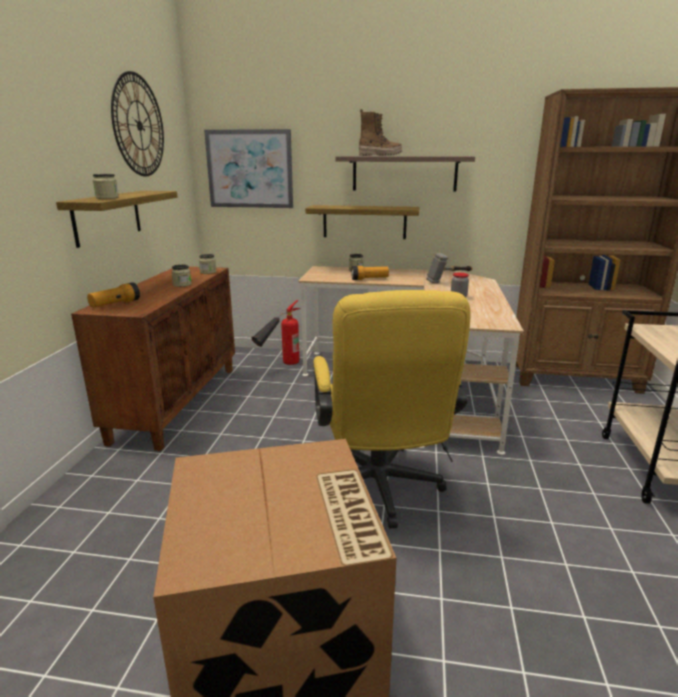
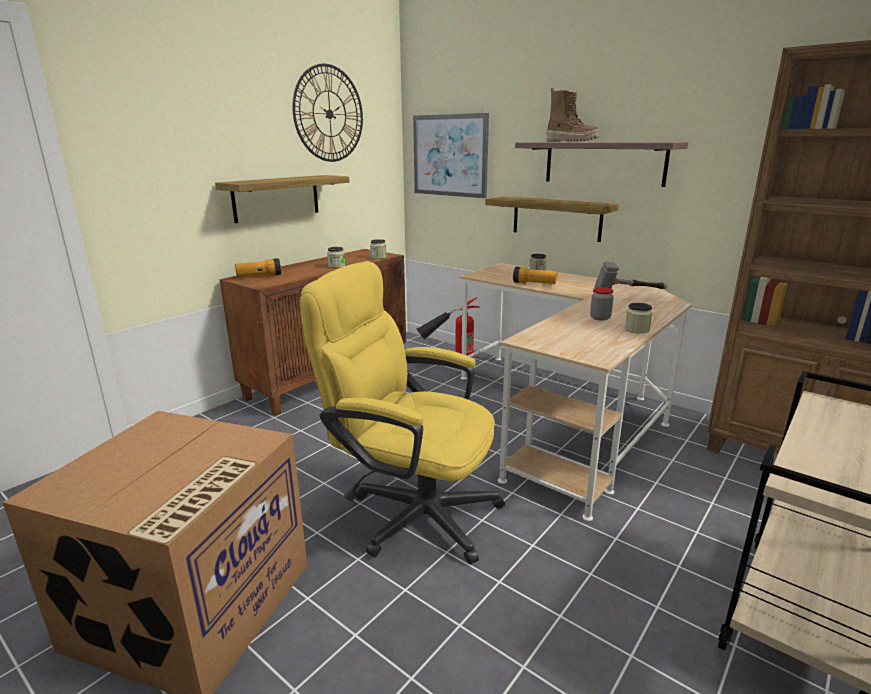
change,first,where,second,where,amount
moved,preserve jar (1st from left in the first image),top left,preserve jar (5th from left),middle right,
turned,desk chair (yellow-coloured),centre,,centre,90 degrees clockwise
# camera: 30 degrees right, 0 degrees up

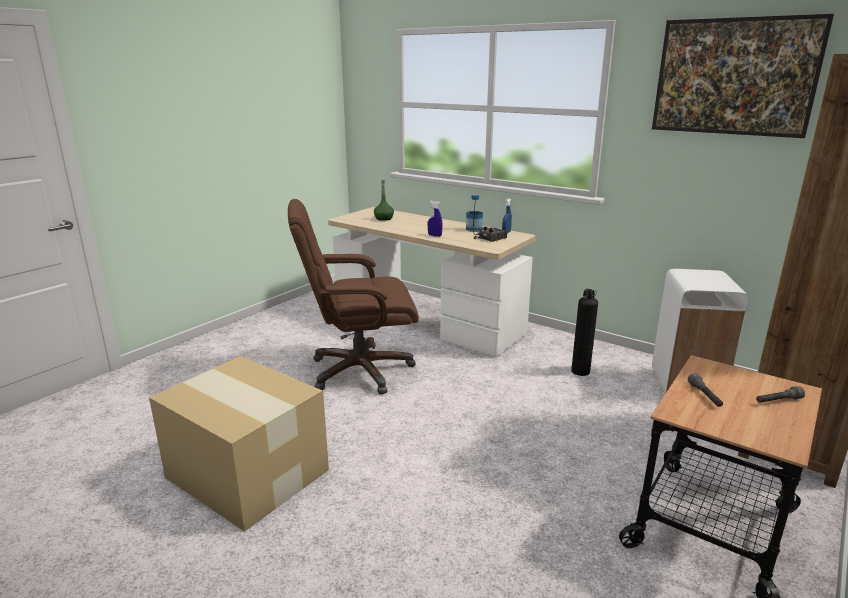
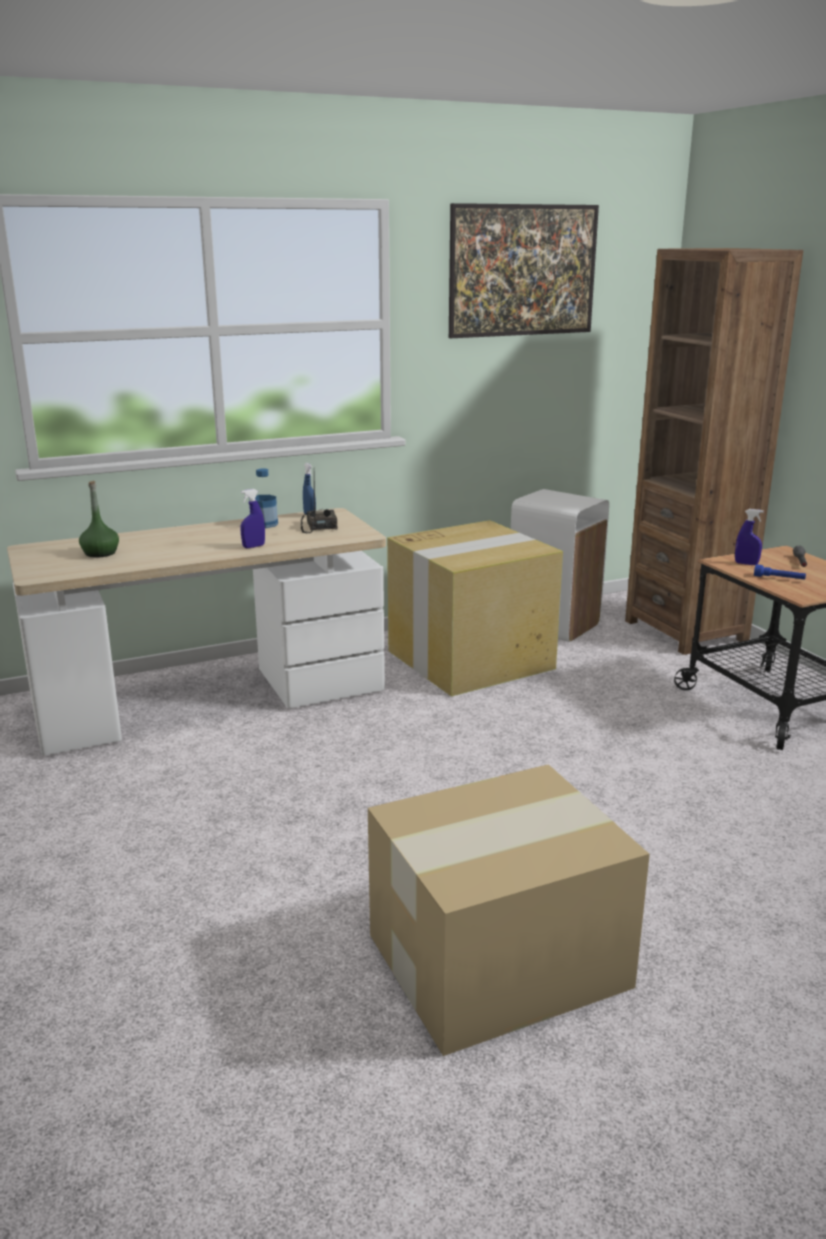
change,first,where,second,where,amount
removed,desk chair (brown),centre,,,
replaced,extinguisher,middle right,cardboard box (1st from left),centre,
recoloured,flashlight (gray) (1st from left),middle right,flashlight (blue-coloured),middle right,
added,,,spray bottle (blue-coloured) (3rd from left),middle right,
# camera: 60 degrees left, 0 degrees up

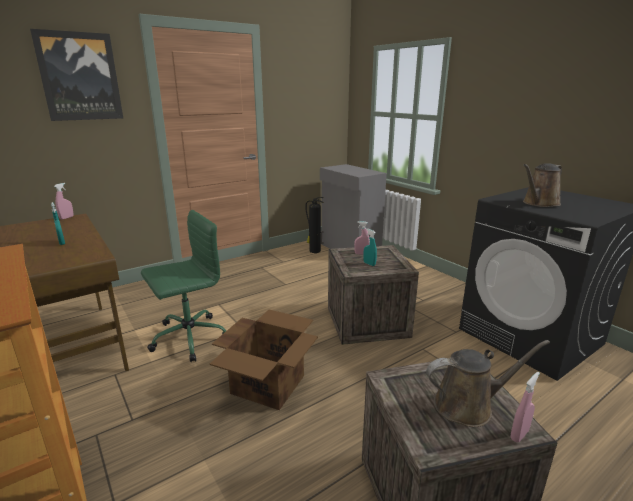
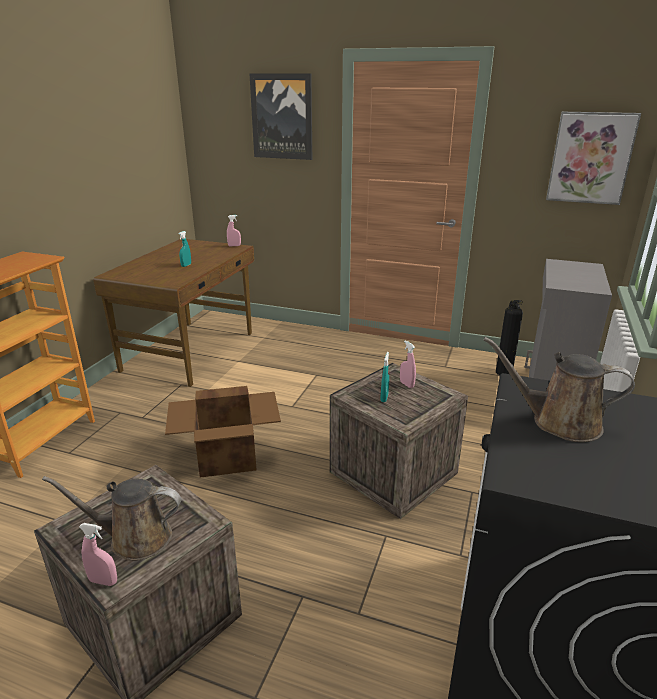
change,first,where,second,where,amount
removed,desk chair (green),middle left,,,
turned,watering can (brown) (1st from left),bottom right,,bottom left,135 degrees clockwise
added,,,wall art (2nd from left),top right,
# camera: 55 degrees right, 5 degrees up

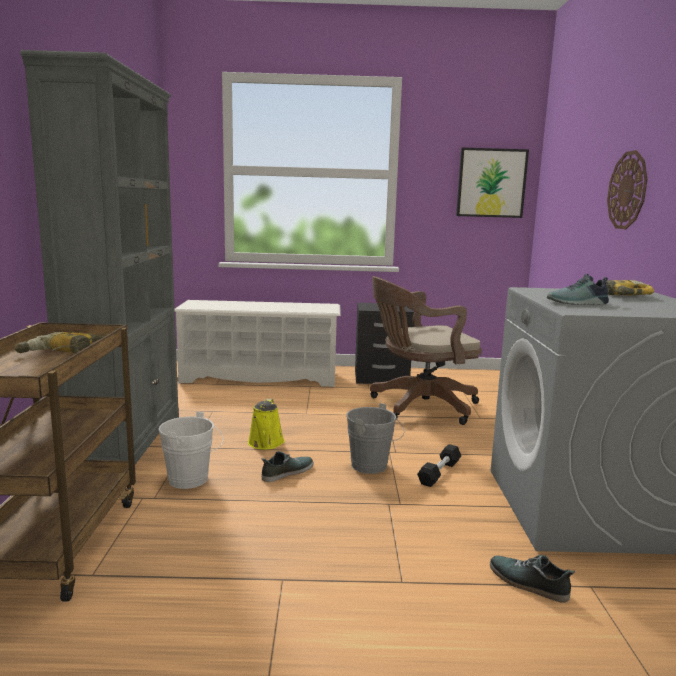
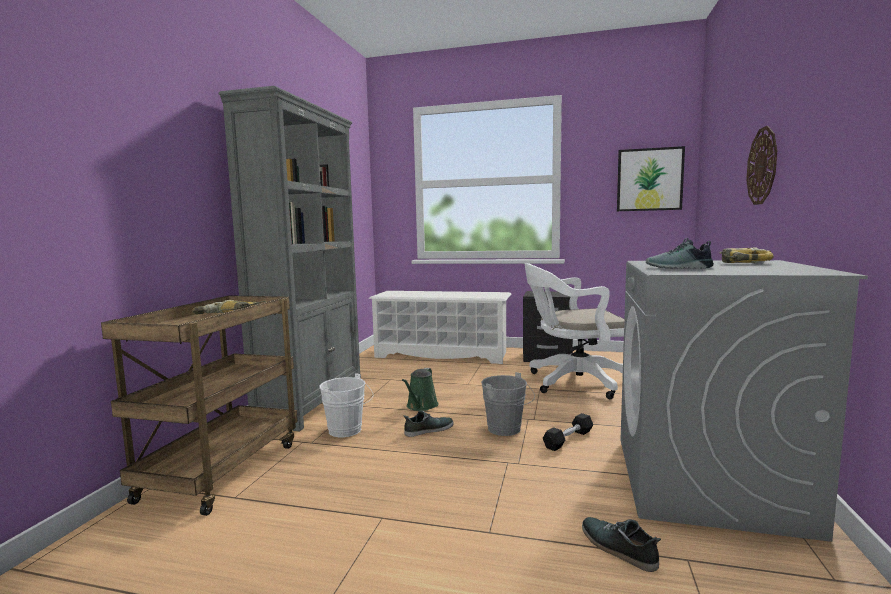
change,first,where,second,where,amount
recoloured,desk chair (brown),centre,desk chair (white),centre,
recoloured,watering can (yellow-coloured),centre,watering can (green),centre,
# camera: 15 degrees right, 5 degrees down

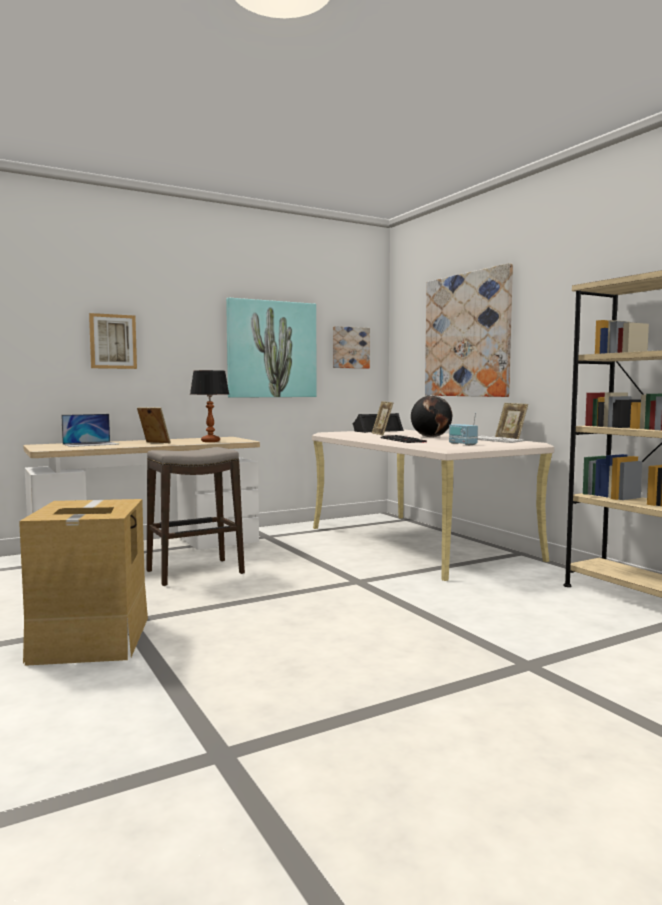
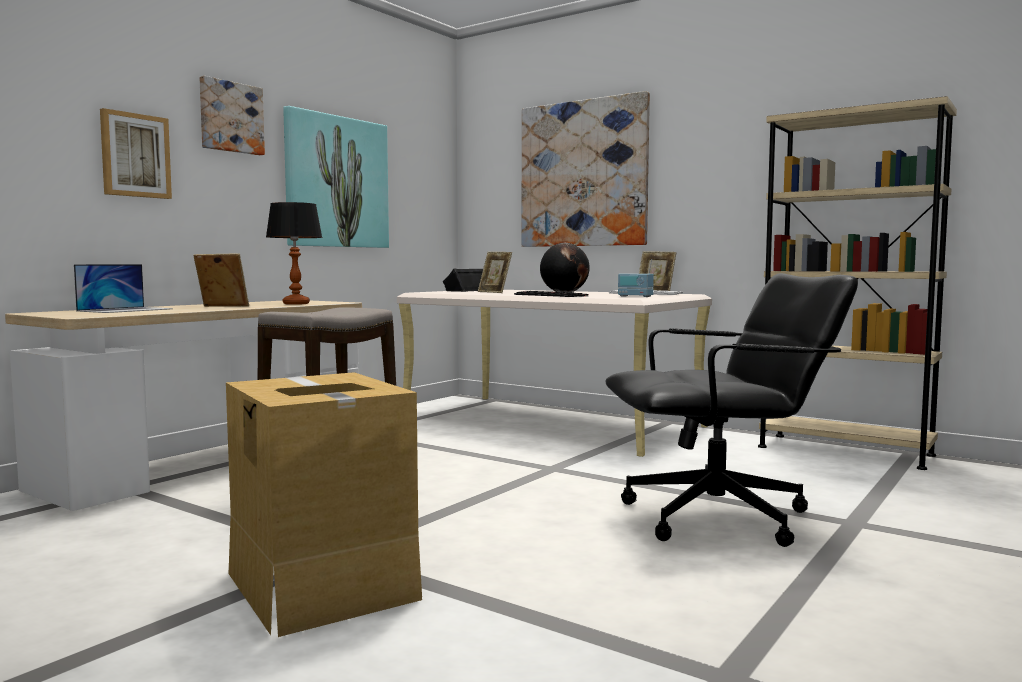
change,first,where,second,where,amount
moved,wall art (3rd from left in the first image),centre,wall art (2nd from left),top left,
added,,,desk chair (black),middle right,
# camera: 25 degrees left, 0 degrees up

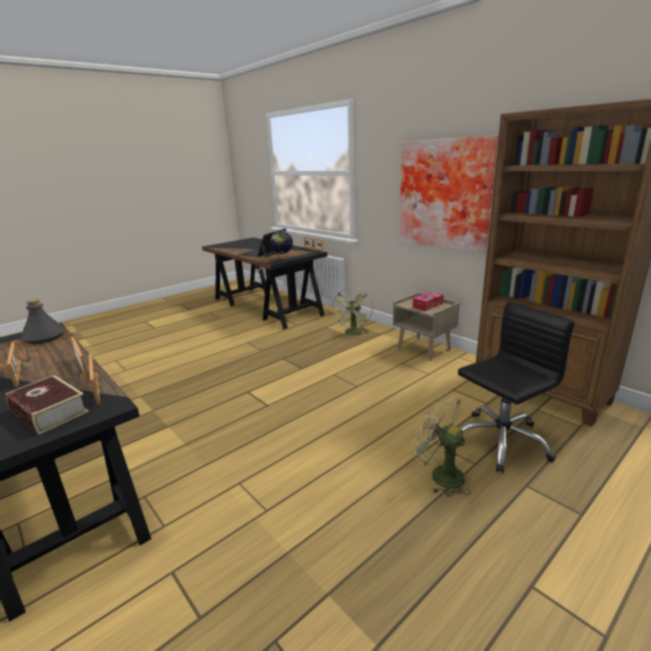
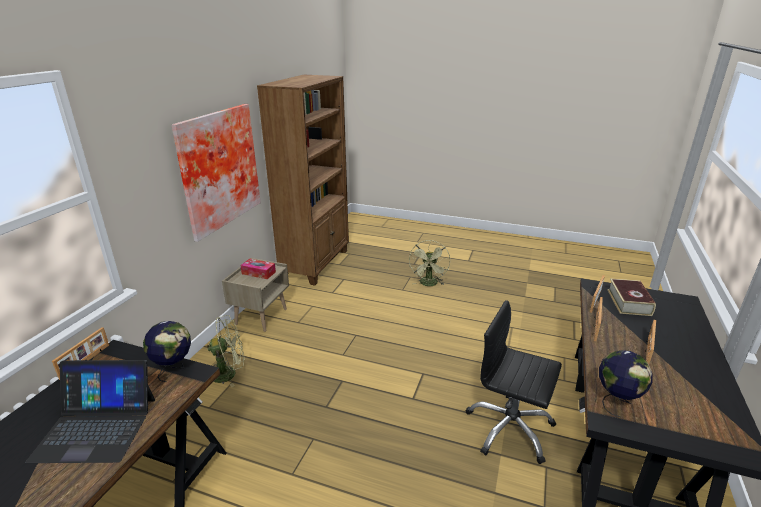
change,first,where,second,where,amount
replaced,beverage bottle (gray),middle left,globe (2nd from left),bottom right,
moved,desk chair (black),middle right,,bottom right,
# camera: 120 degrees left, 5 degrees up

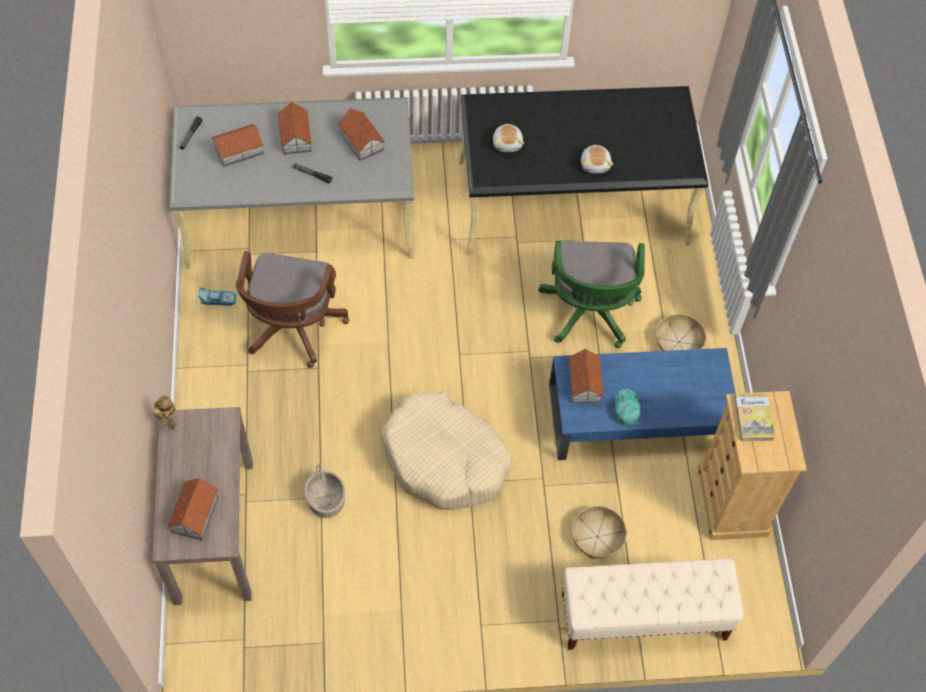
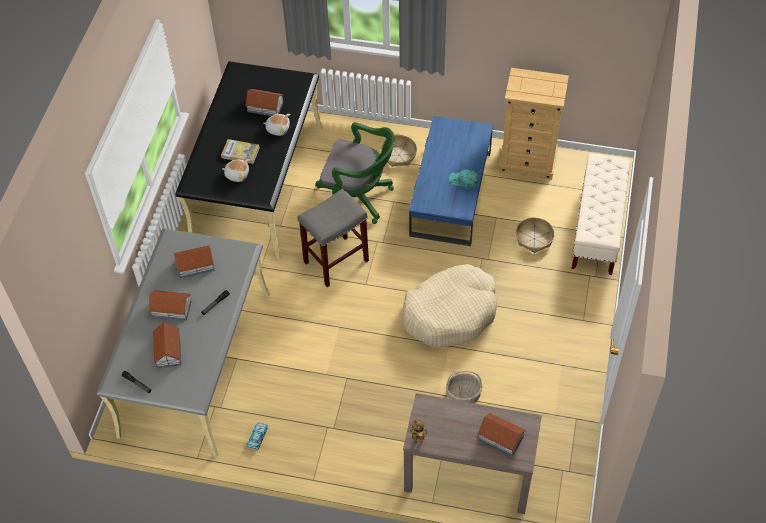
change,first,where,second,where,amount
removed,desk chair (brown),middle left,,,
moved,miniature house (5th from left in the first image),centre,miniature house (4th from left),top centre,
moved,volume,middle right,,top left,
added,,,stool (gray),centre,
# camera: 70 degrees left, 5 degrees down

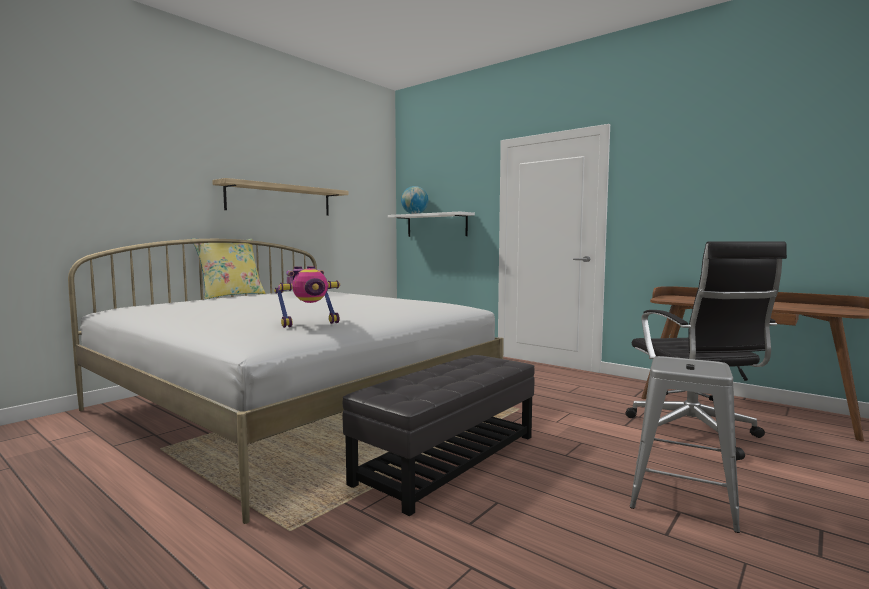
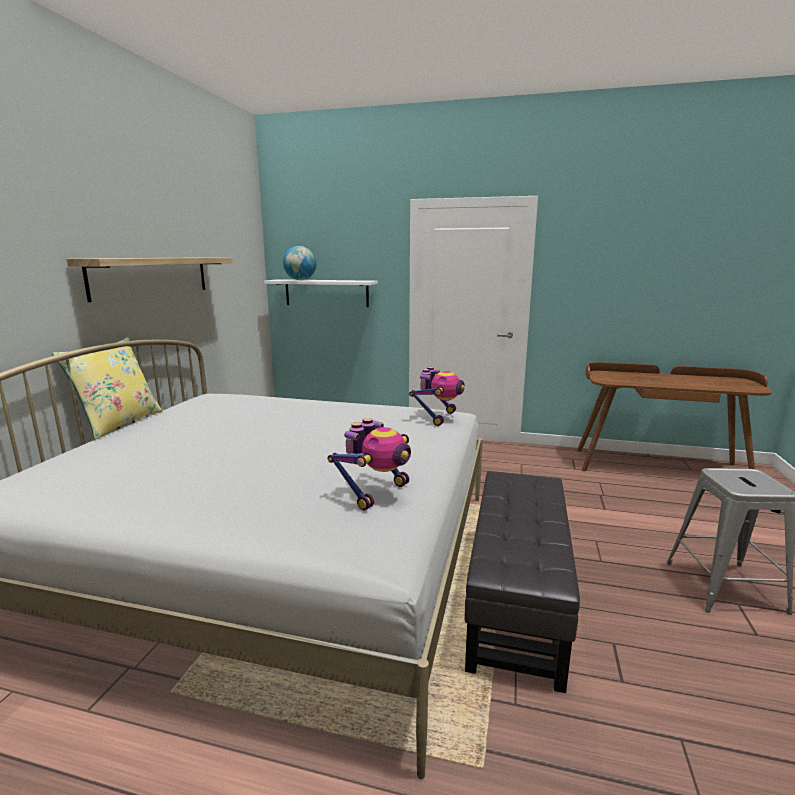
change,first,where,second,where,amount
removed,desk chair (black),middle right,,,
added,,,model robot (2nd from left),centre,
# camera: 25 degrees left, 10 degrees up

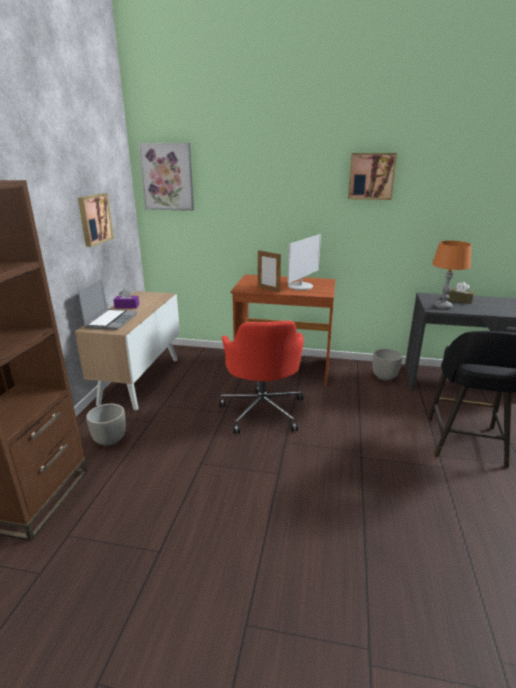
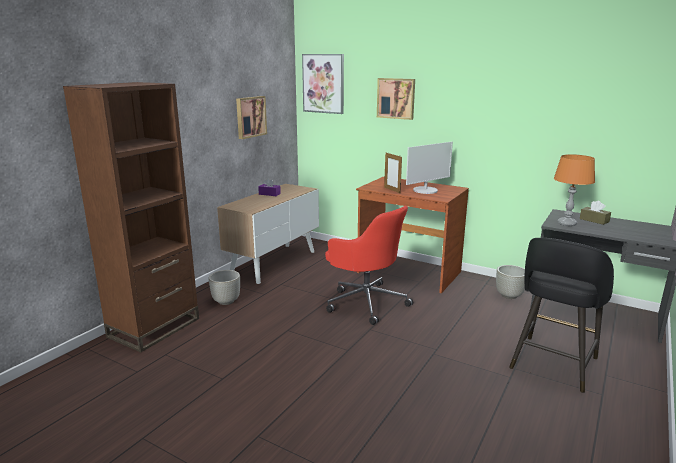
change,first,where,second,where,amount
moved,wall art (3rd from left),top right,,top centre,
removed,portable computer,middle left,,,
turned,desk chair (reddish),centre,,centre,60 degrees counterclockwise
# camera: 20 degrees right, 5 degrees down

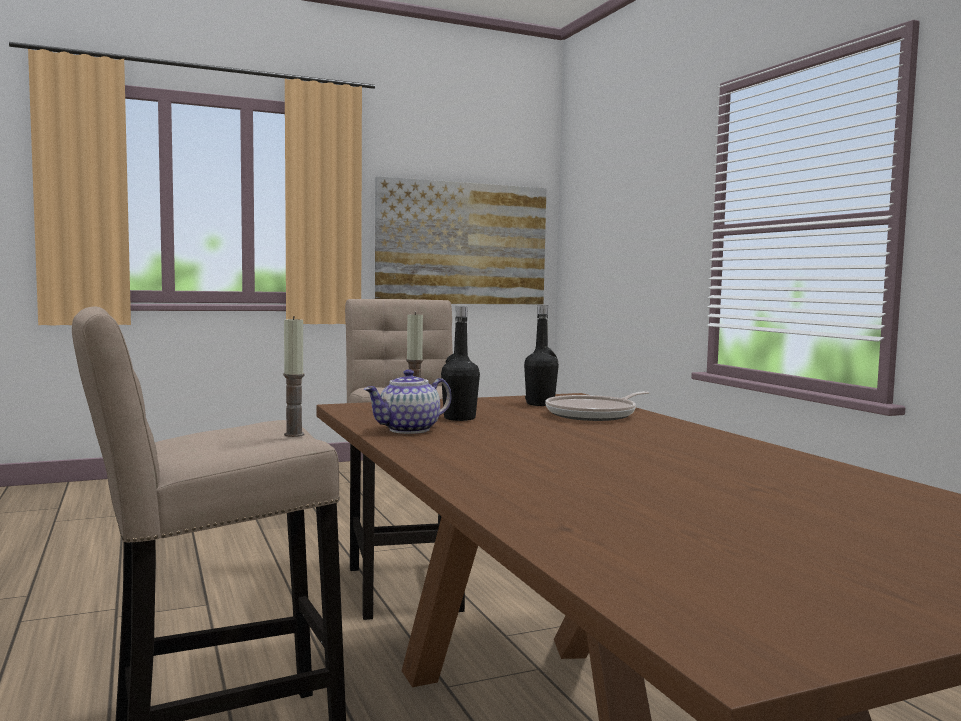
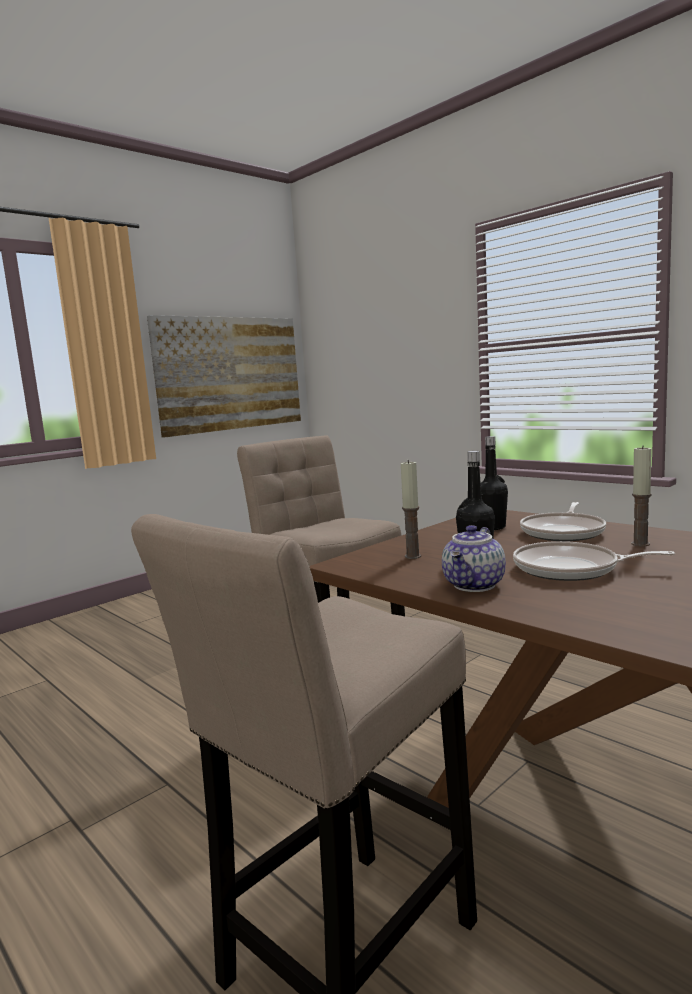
change,first,where,second,where,amount
moved,candle (1st from left in the first image),middle left,candle (2nd from left),middle right,
added,,,skillet (2nd from left),middle right,
# camera: 20 degrees left, 5 degrees up

